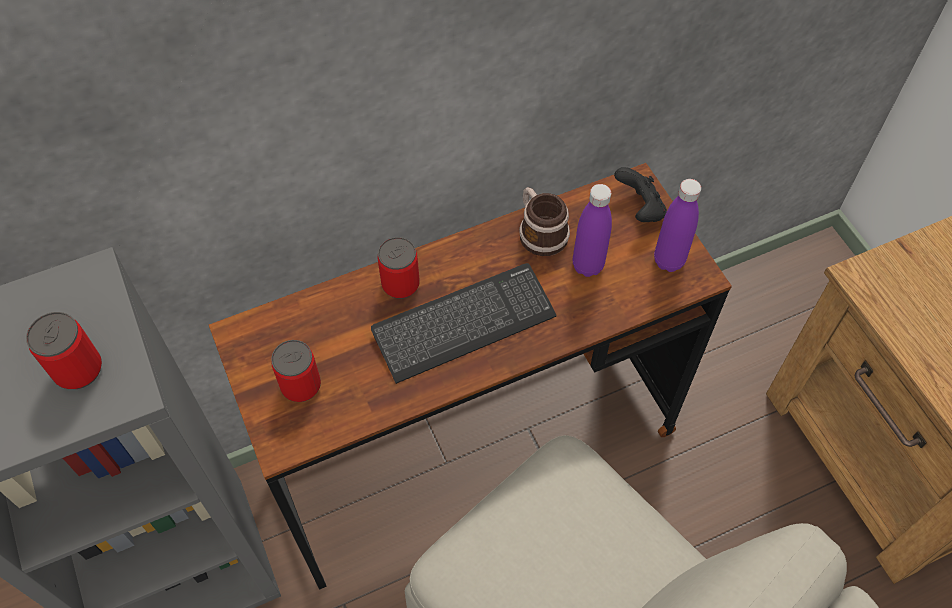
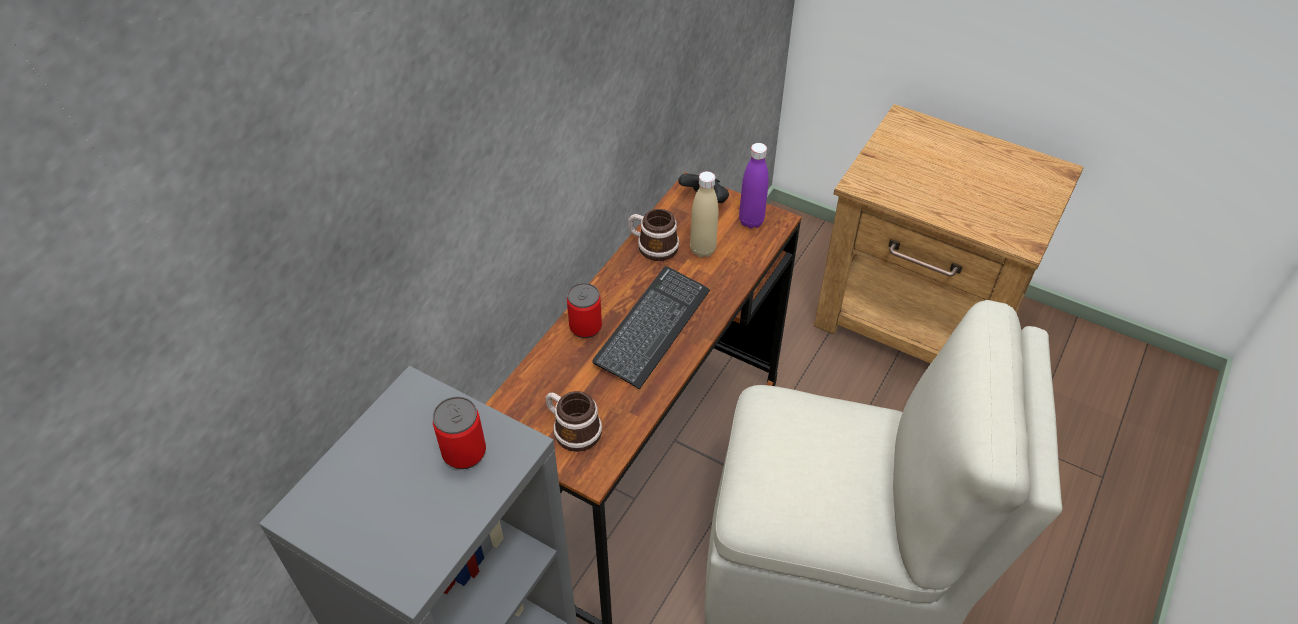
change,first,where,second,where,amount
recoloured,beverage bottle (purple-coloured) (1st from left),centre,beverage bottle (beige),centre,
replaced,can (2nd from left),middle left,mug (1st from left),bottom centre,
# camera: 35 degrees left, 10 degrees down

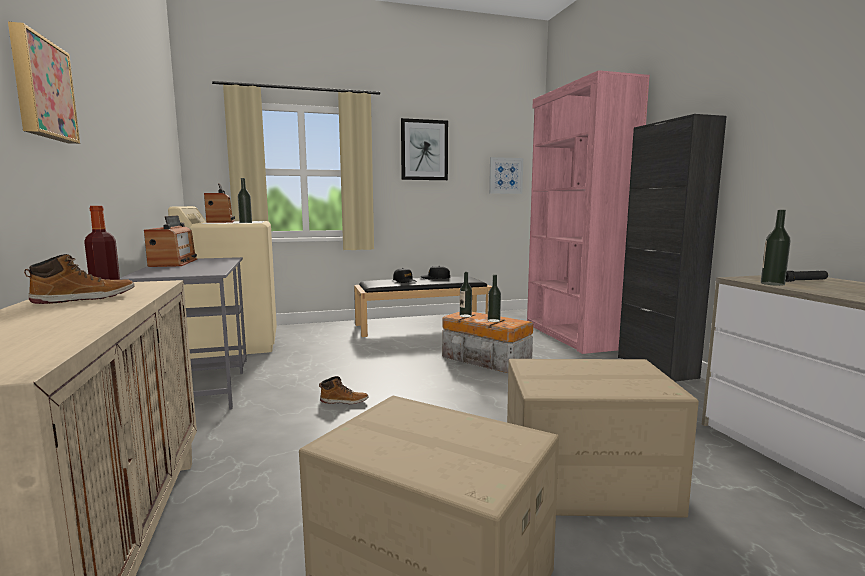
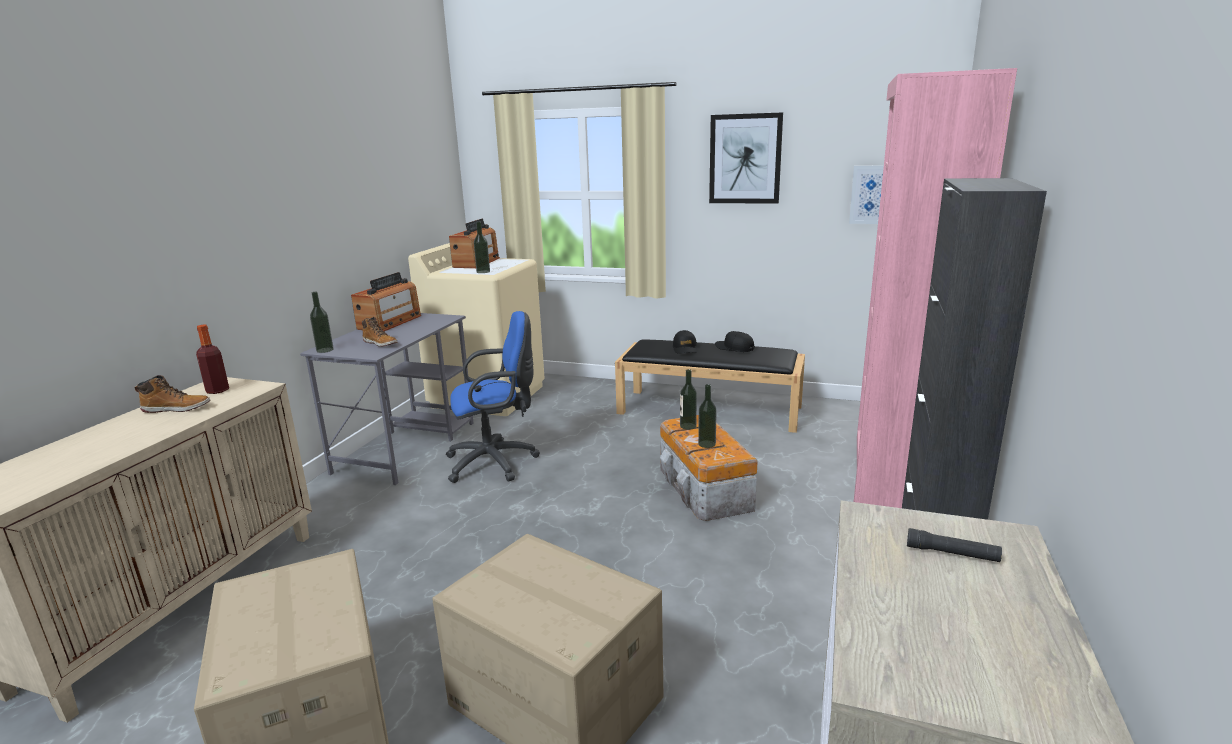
change,first,where,second,where,amount
removed,wall art (1st from left),top left,,,
moved,beverage bottle (5th from left in the first image),middle right,beverage bottle (2nd from left),middle left,
moved,boot (2nd from left),bottom centre,,middle left,
added,,,desk chair (blue-coloured),centre,
# camera: 35 degrees right, 10 degrees up

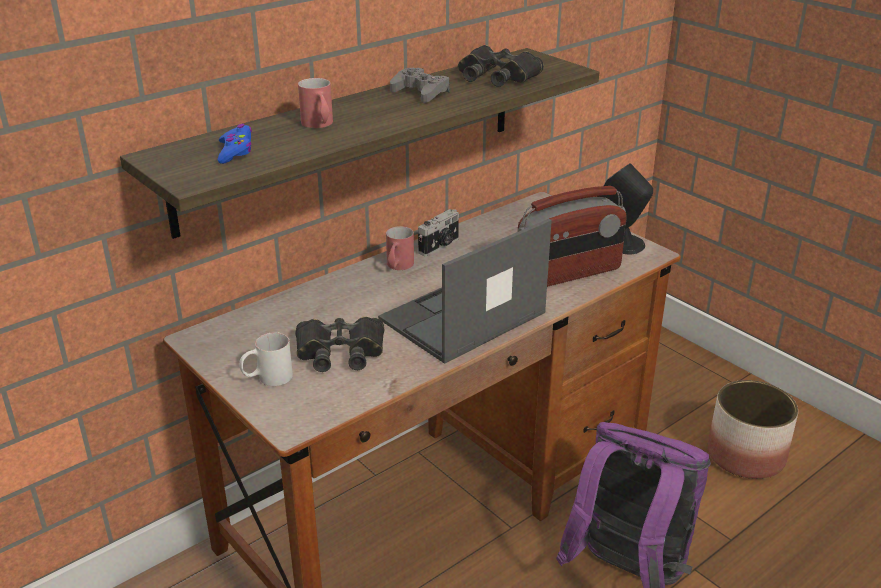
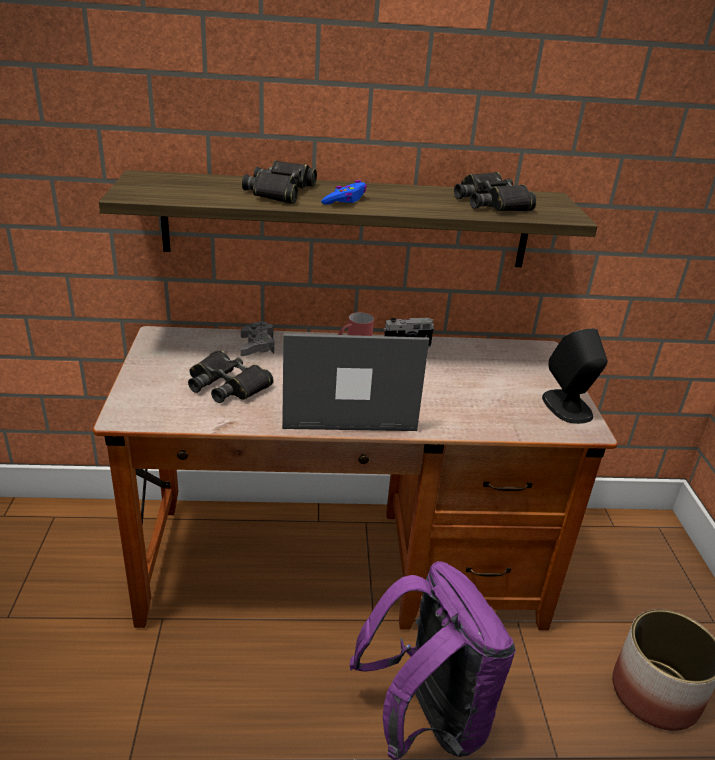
change,first,where,second,where,amount
moved,gamepad (gray),top centre,,centre,
replaced,mug (reddish) (1st from left),top centre,pair of binoculars (black) (2nd from left),top centre,
moved,gamepad (blue-coloured),top left,,top centre,
removed,radio,centre,,,
removed,mug (white),middle left,,,
# camera: 35 degrees right, 0 degrees up

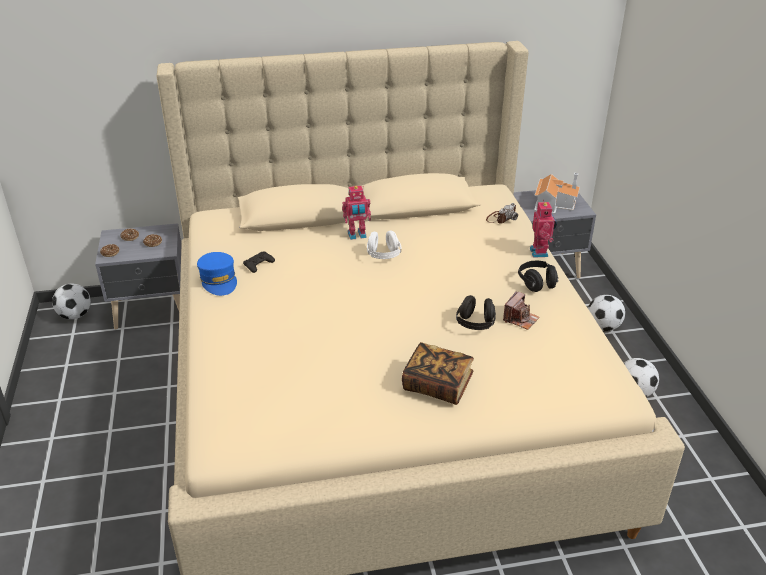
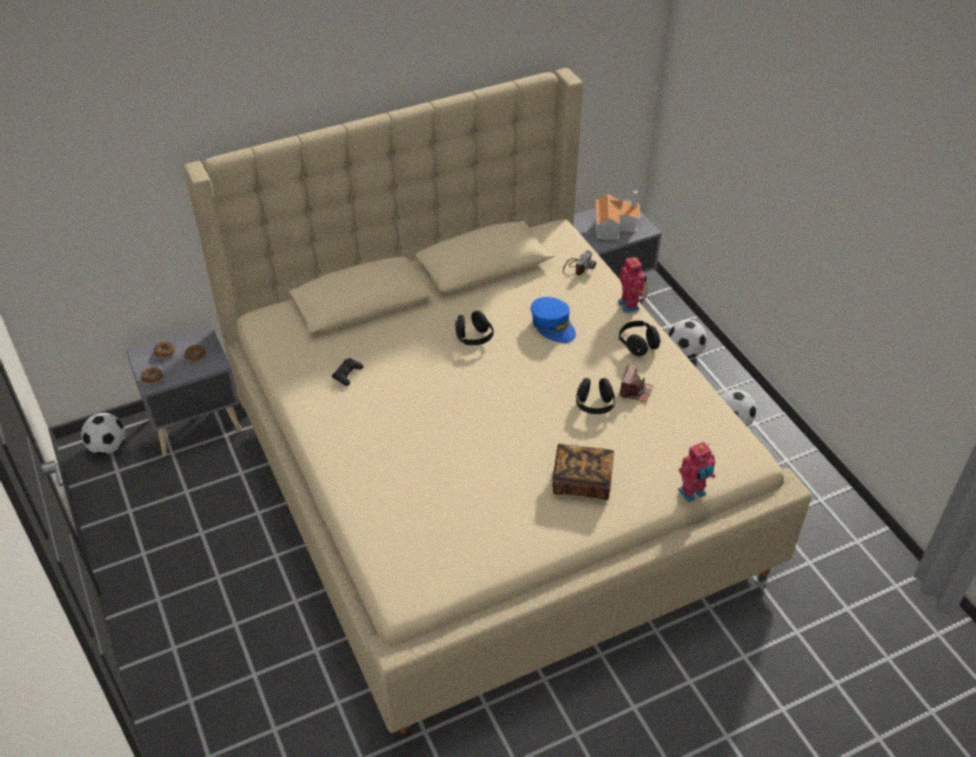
change,first,where,second,where,amount
moved,model robot (1st from left in the first image),centre,model robot (2nd from left),middle right,
recoloured,headphones (white),centre,headphones (black) (1st from left),centre,
moved,baseball cap (blue-coloured),middle left,,centre,
# camera: 15 degrees left, 10 degrees up

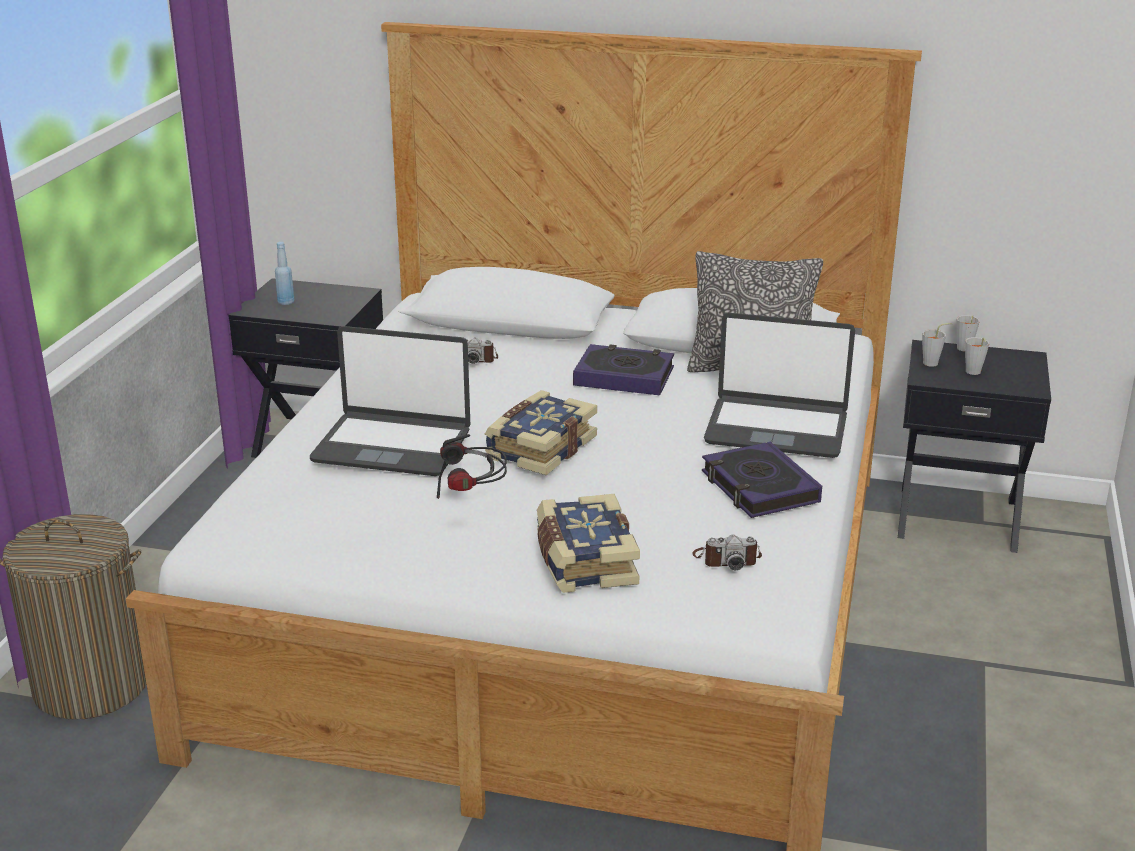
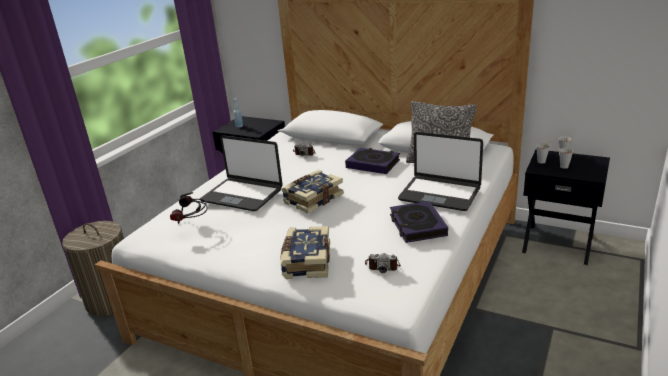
change,first,where,second,where,amount
moved,headphones,centre,,middle left,
# camera: 15 degrees right, 0 degrees up

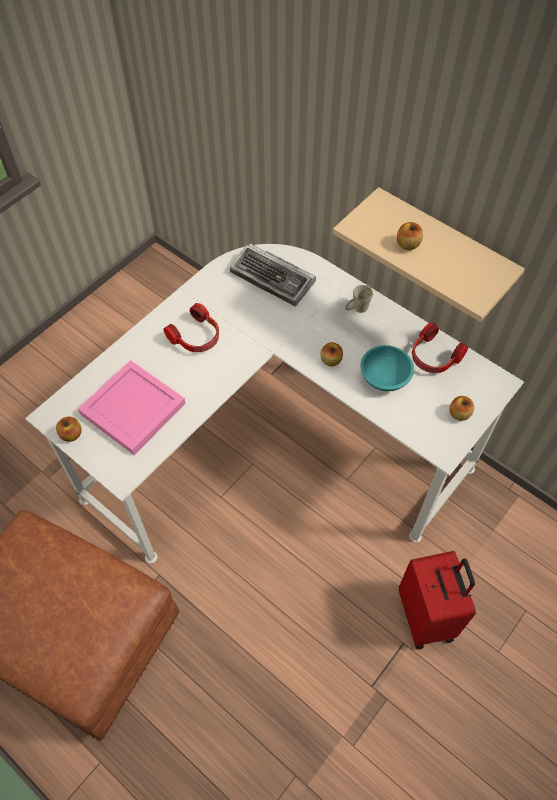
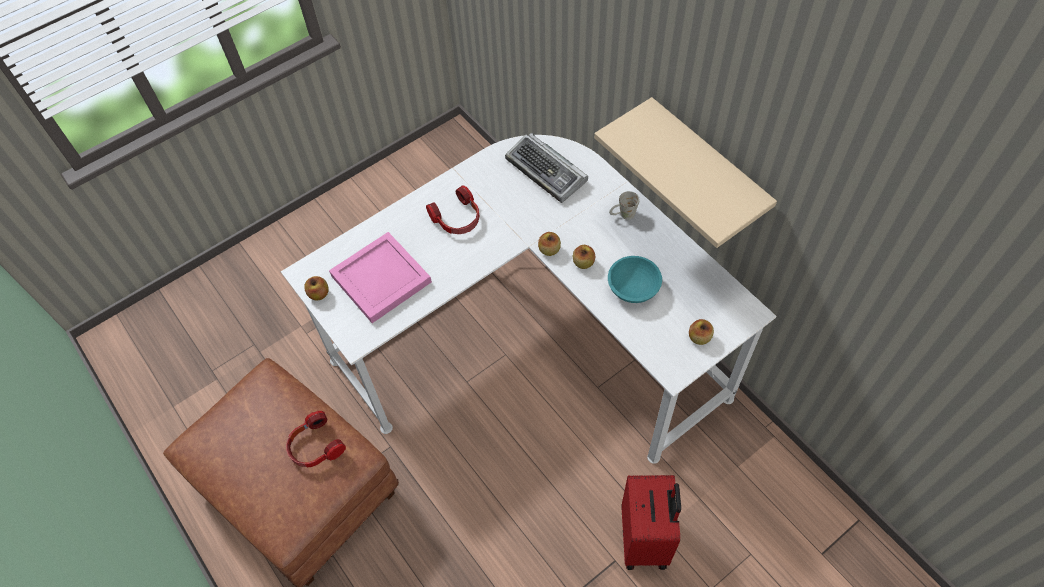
change,first,where,second,where,amount
moved,apple fruit (3rd from left in the first image),top right,apple fruit (2nd from left),centre,
moved,headphones (2nd from left in the first image),middle right,headphones (1st from left),bottom left,
# camera: 15 degrees right, 0 degrees up

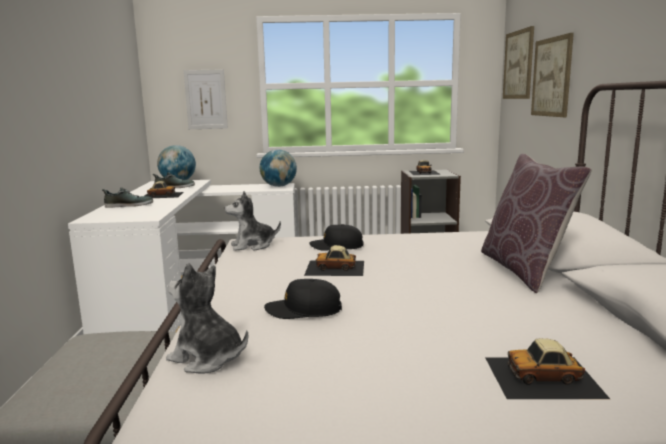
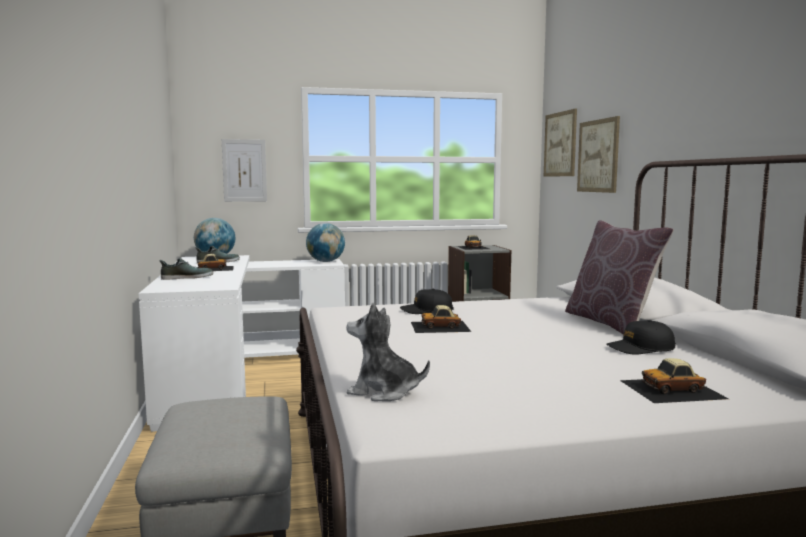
change,first,where,second,where,amount
removed,cuddly toy (2nd from left),centre,,,
moved,baseball cap (black) (1st from left in the first image),bottom centre,baseball cap (black) (2nd from left),middle right,
# camera: 10 degrees left, 5 degrees down

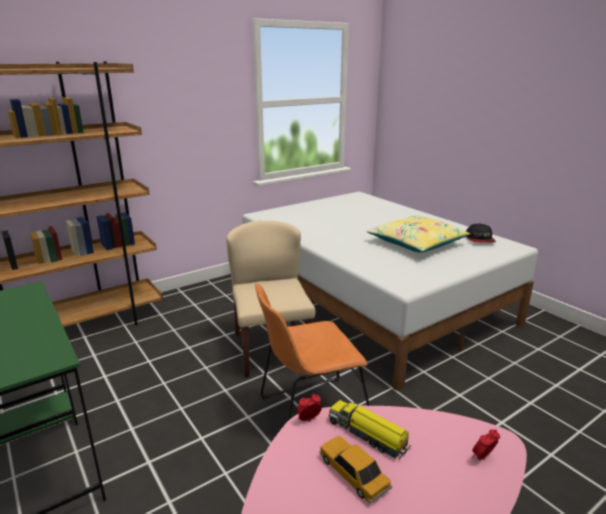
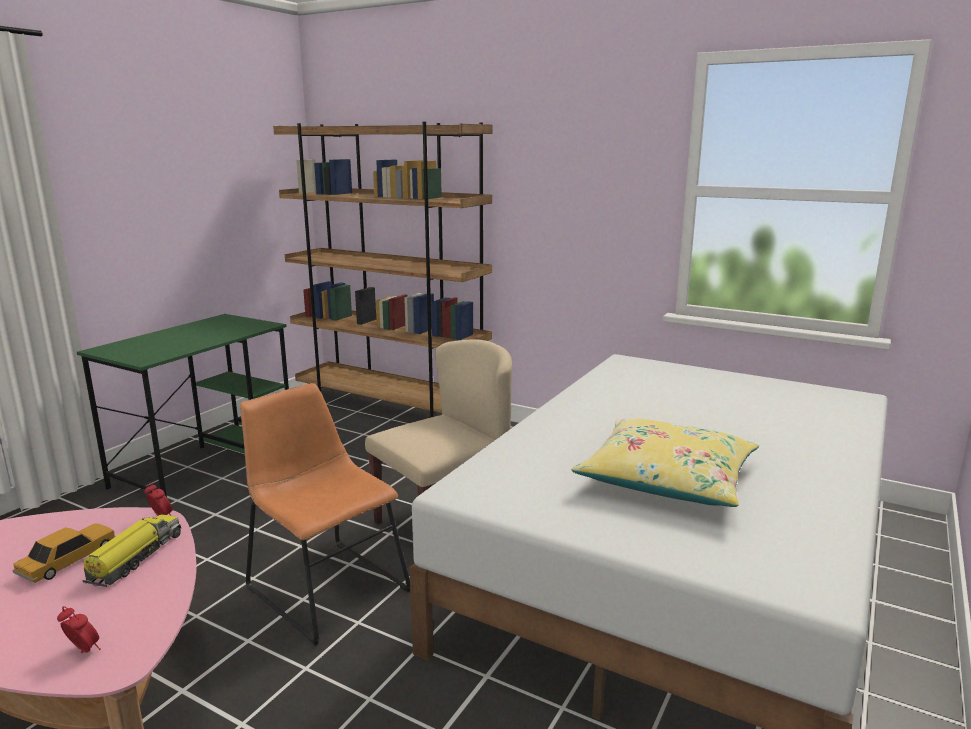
change,first,where,second,where,amount
removed,baseball cap,middle right,,,
# camera: 65 degrees right, 5 degrees down

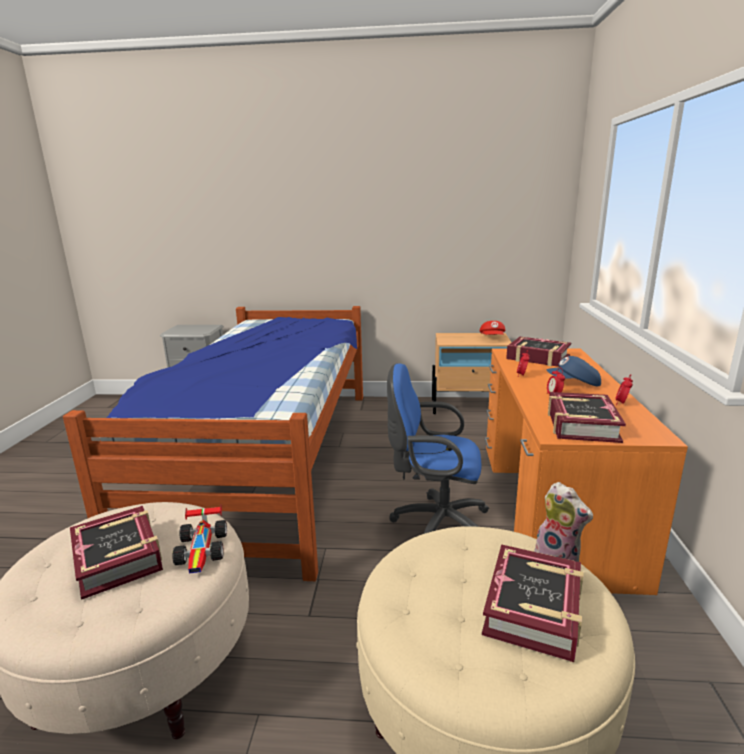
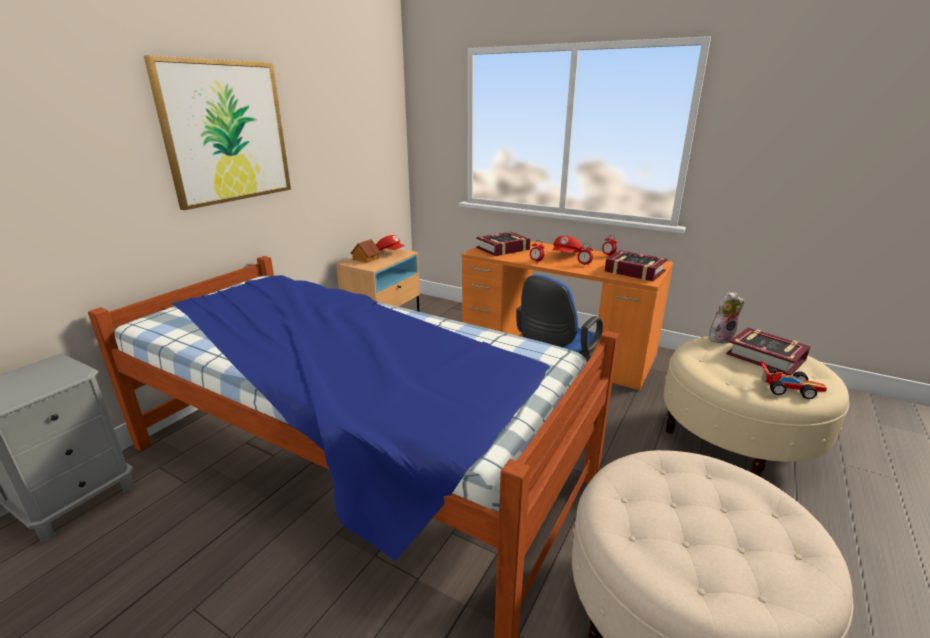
change,first,where,second,where,amount
recoloured,baseball cap (blue-coloured),middle right,baseball cap (reddish) (2nd from left),centre,
moved,toy car,bottom left,,middle right,
removed,volume (1st from left),bottom left,,,
added,,,wall art,top left,
added,,,miniature house,centre,
# camera: 65 degrees left, 5 degrees up

